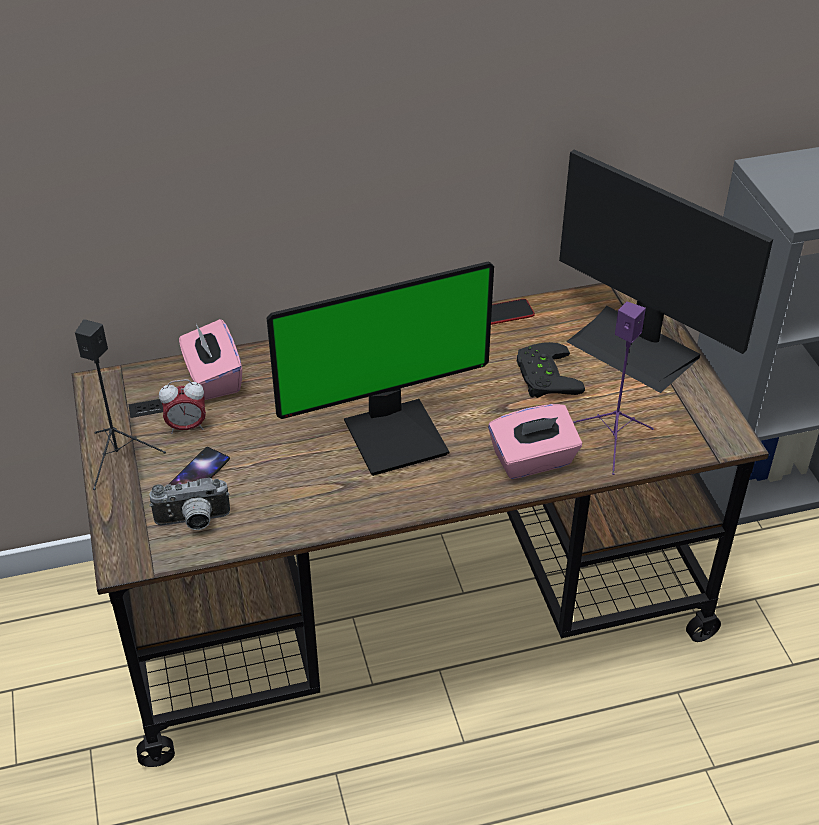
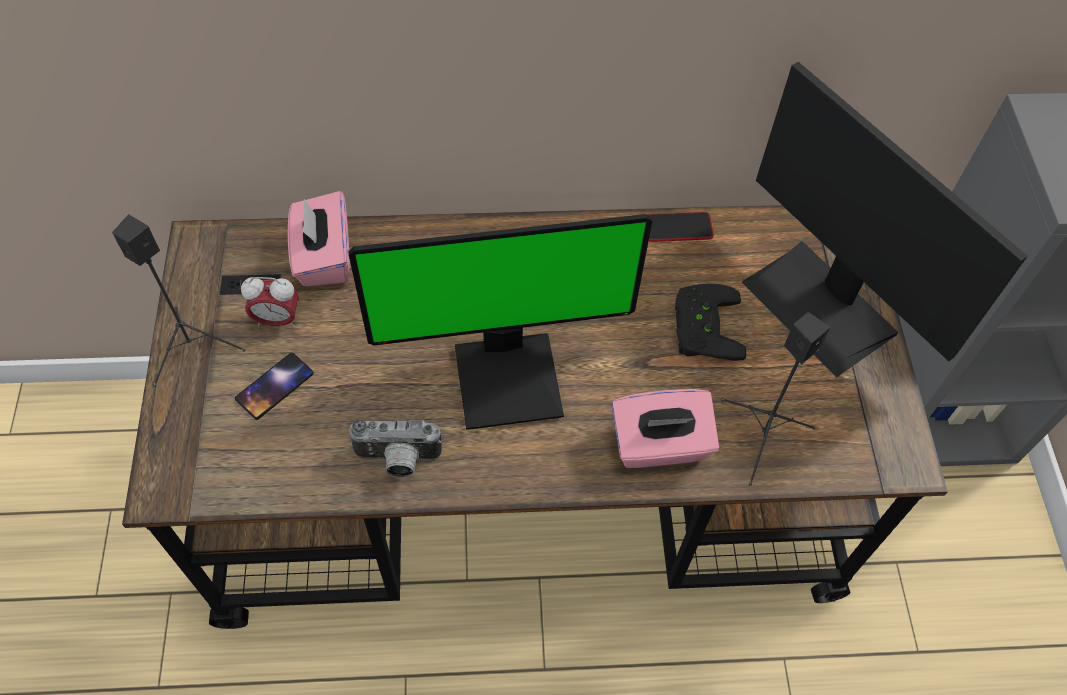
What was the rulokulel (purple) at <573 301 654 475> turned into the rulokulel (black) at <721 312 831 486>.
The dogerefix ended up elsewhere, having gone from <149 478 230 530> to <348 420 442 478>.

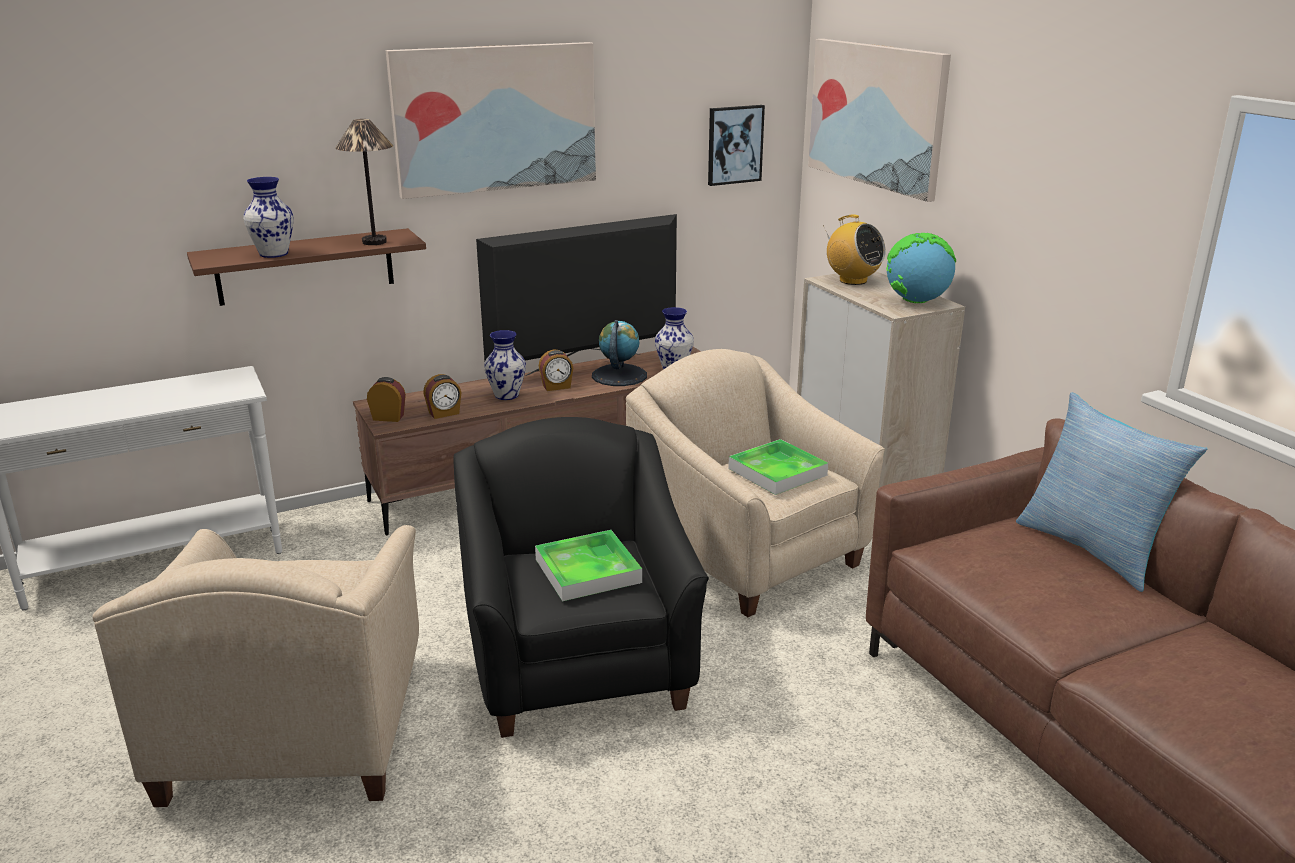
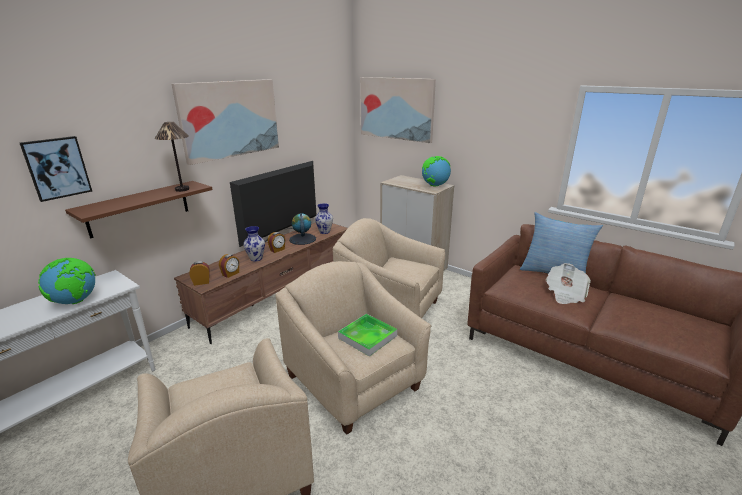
The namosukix ended up elsewhere, having gone from <708 105 765 186> to <20 136 92 202>.
The second view lost the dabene at <243 177 294 258>.
The second view lost the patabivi at <823 214 886 285>.
What was the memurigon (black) at <453 417 709 738> turned into the memurigon (beige) at <275 261 432 435>.
The second view lost the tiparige at <728 439 828 495>.
The second view gained the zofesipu at <38 258 96 304>.
The second view gained the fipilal at <546 263 591 304>.

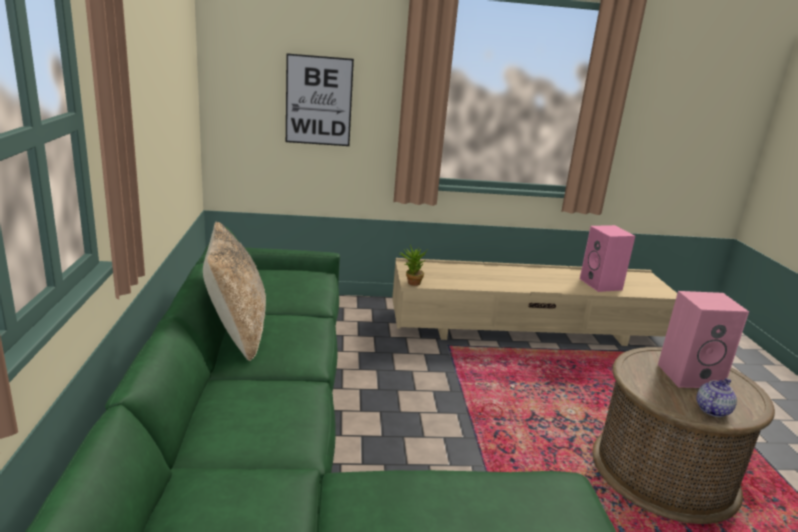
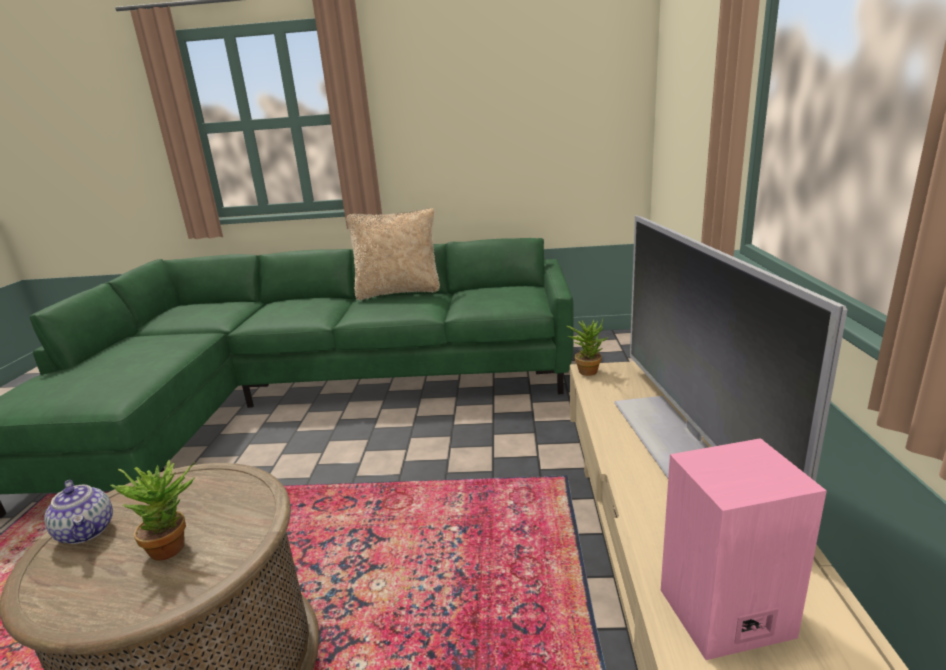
The second view lost the namosukix at <286 53 354 146>.
Where the rulokulel (pink) stood at <658 291 749 388>, the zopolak came to stand at <110 460 196 561>.
The second view gained the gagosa at <614 215 847 482>.

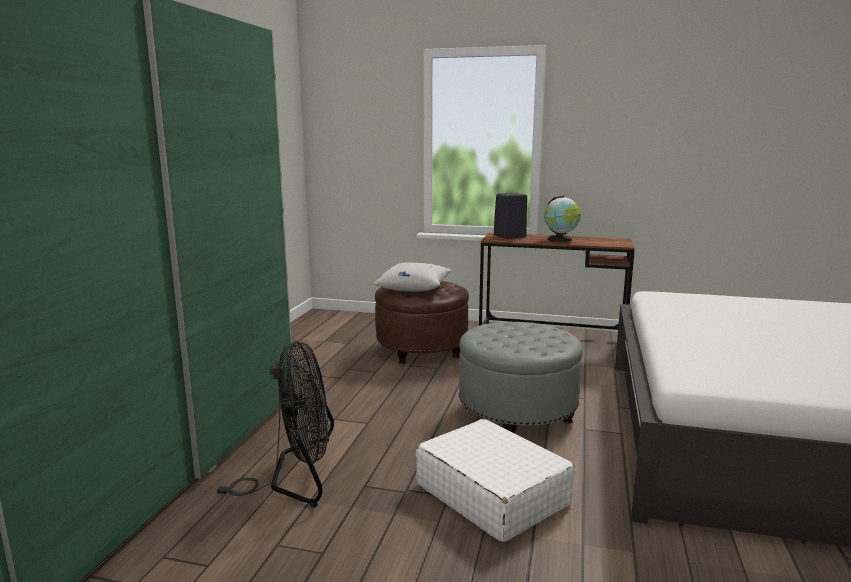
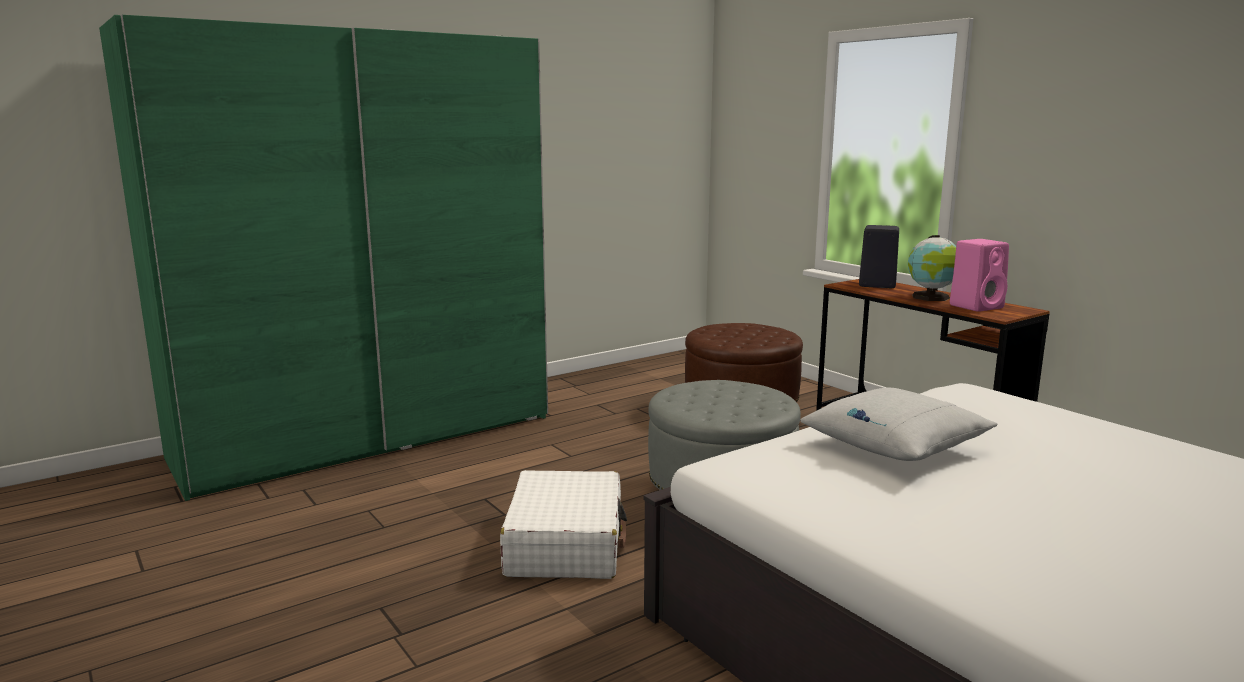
The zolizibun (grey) ended up elsewhere, having gone from <374 262 451 292> to <800 388 997 461>.
The second view lost the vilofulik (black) at <215 341 334 508>.
The second view gained the rulokulel (pink) at <950 239 1009 312>.

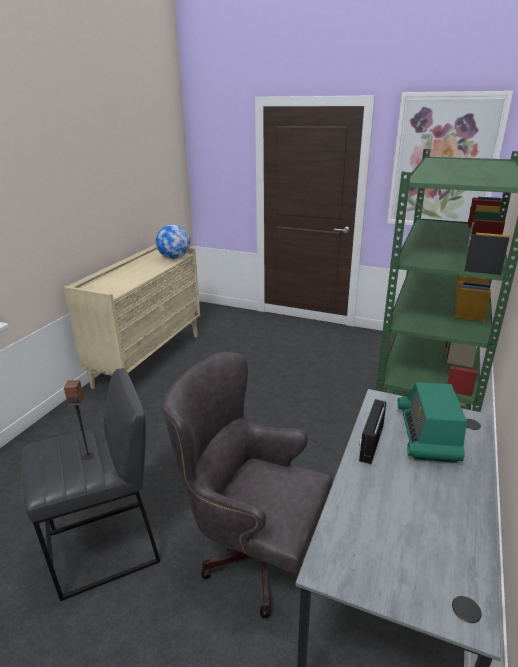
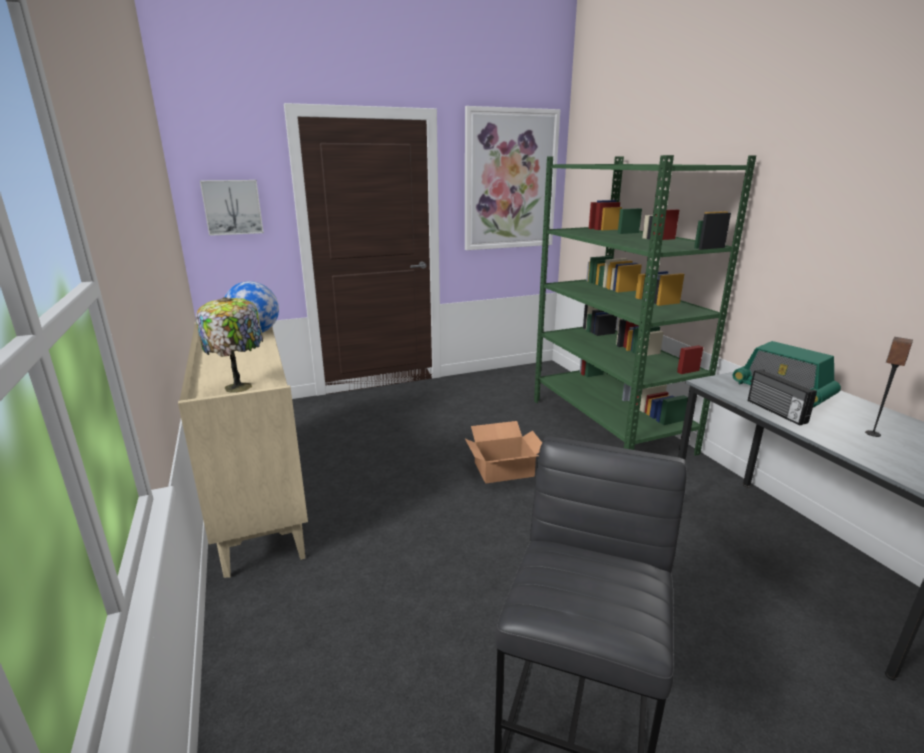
The second view lost the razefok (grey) at <162 352 333 619>.
The rulokulel ended up elsewhere, having gone from <64 380 94 460> to <865 337 913 437>.
The second view gained the namosukix at <200 180 264 236>.
The second view gained the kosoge at <196 297 263 393>.
The second view gained the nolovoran at <465 421 542 483>.

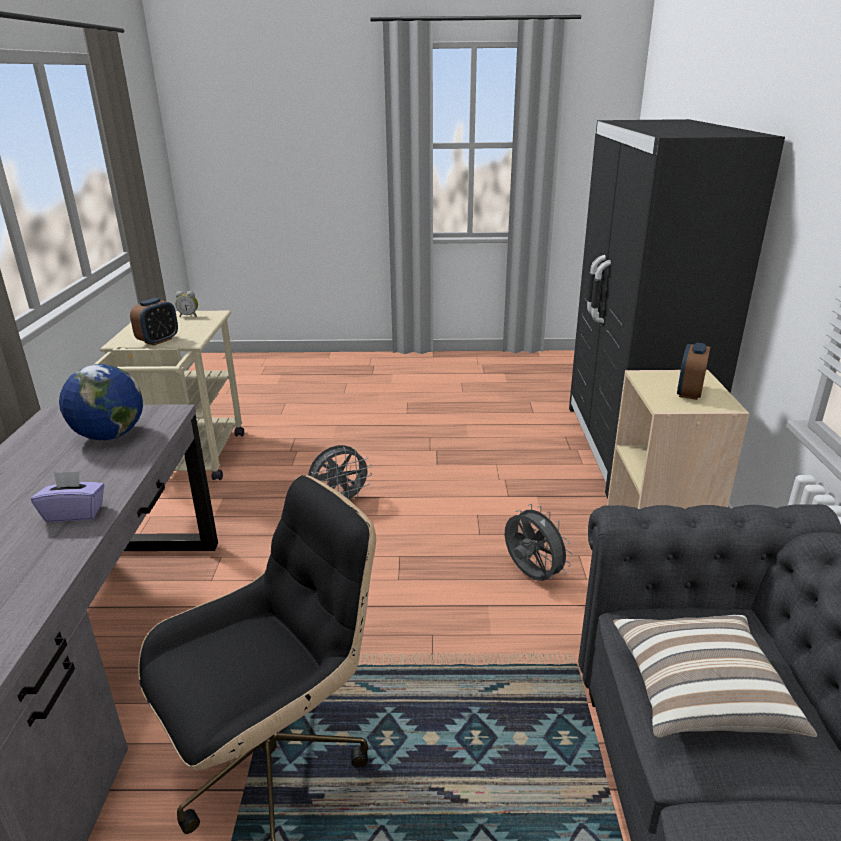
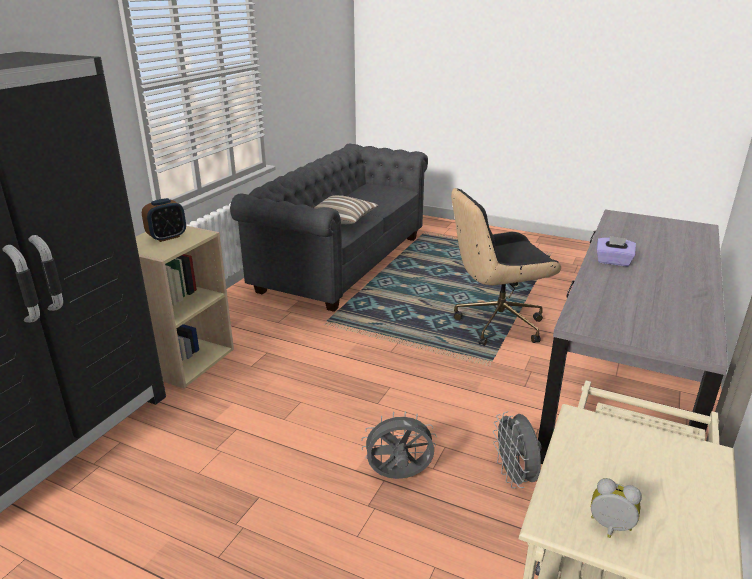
The second view lost the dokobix at <130 298 178 346>.
The second view lost the zofesipu at <59 364 143 440>.
The vilofulik (grey) ended up elsewhere, having gone from <505 504 572 581> to <493 411 541 488>.

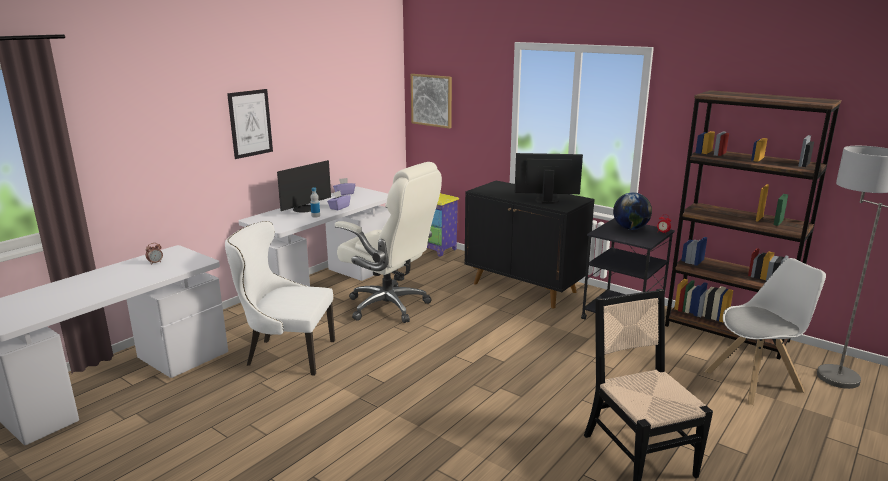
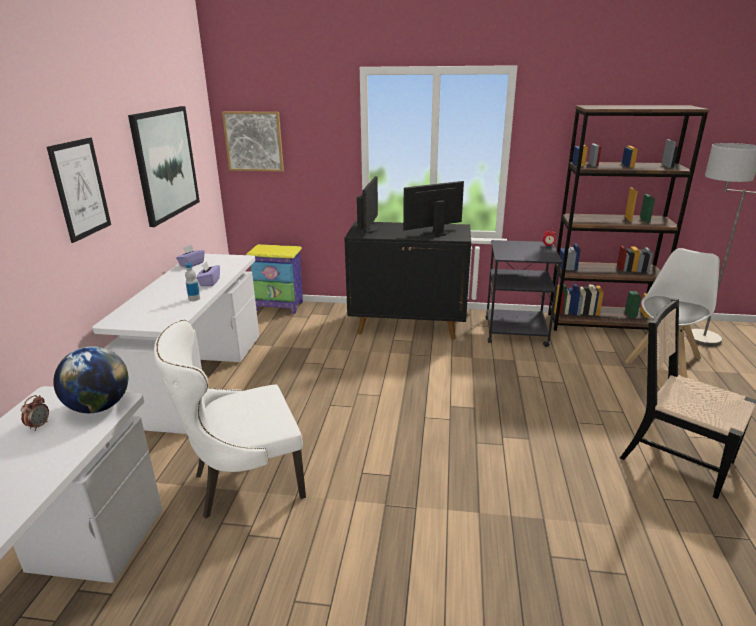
The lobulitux ended up elsewhere, having gone from <277 160 331 213> to <356 176 379 233>.
The second view lost the razefok (white) at <335 162 442 323>.
The zofesipu ended up elsewhere, having gone from <613 192 652 230> to <53 346 128 413>.
The second view gained the namosukix at <128 106 200 227>.

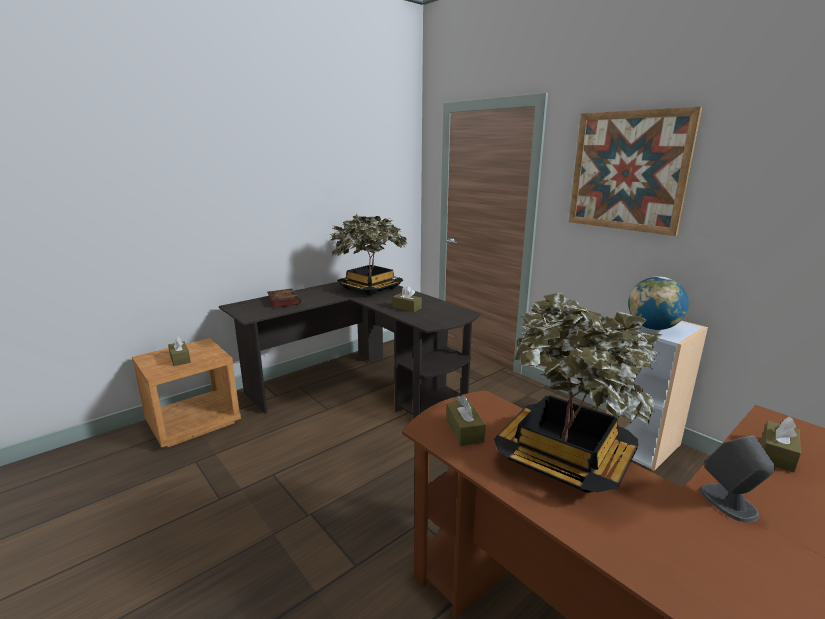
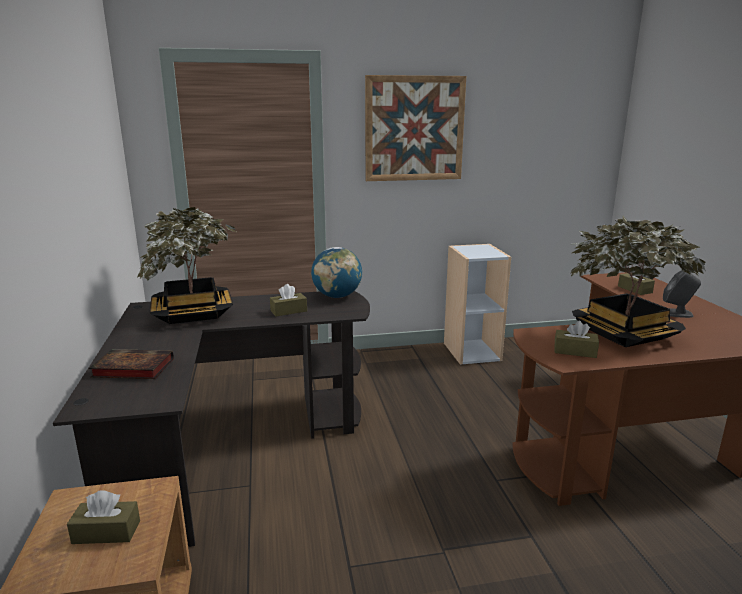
The zofesipu ended up elsewhere, having gone from <628 276 689 330> to <311 247 362 298>.

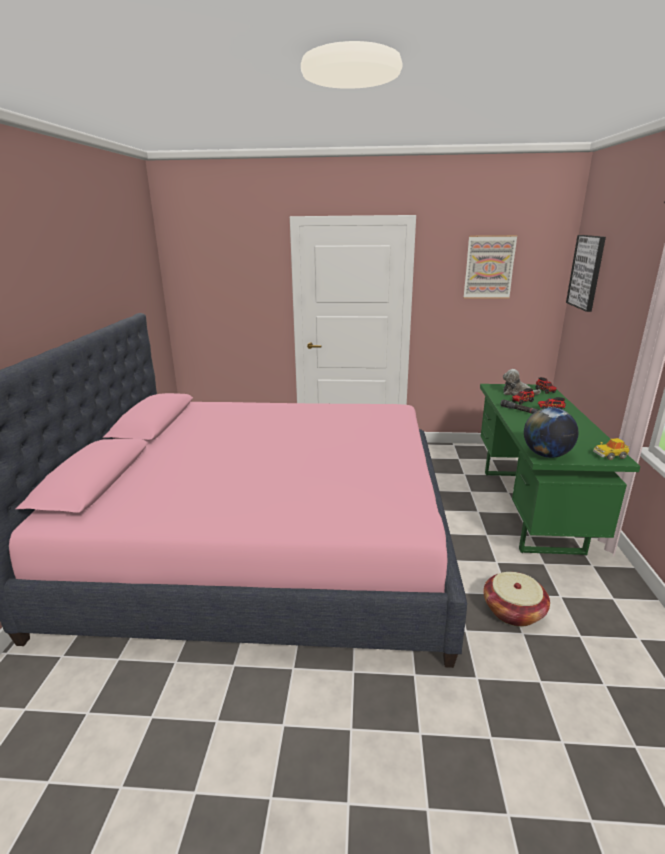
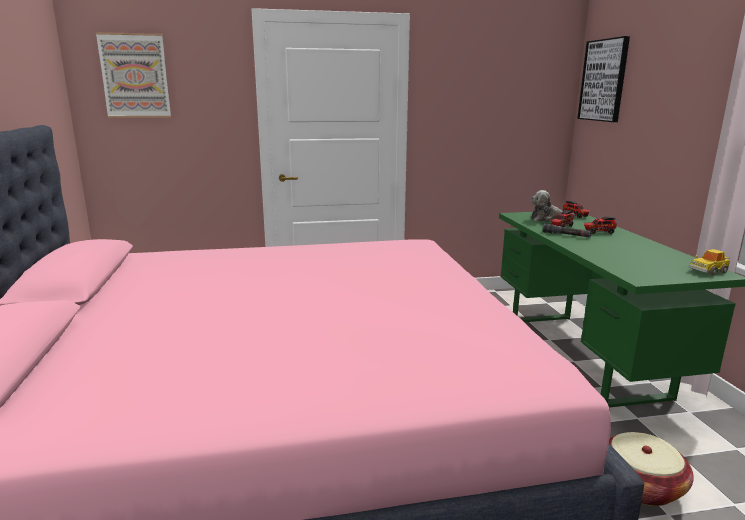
The namosukix ended up elsewhere, having gone from <463 235 518 299> to <96 32 171 118>.
The second view lost the zofesipu at <524 407 578 458>.

